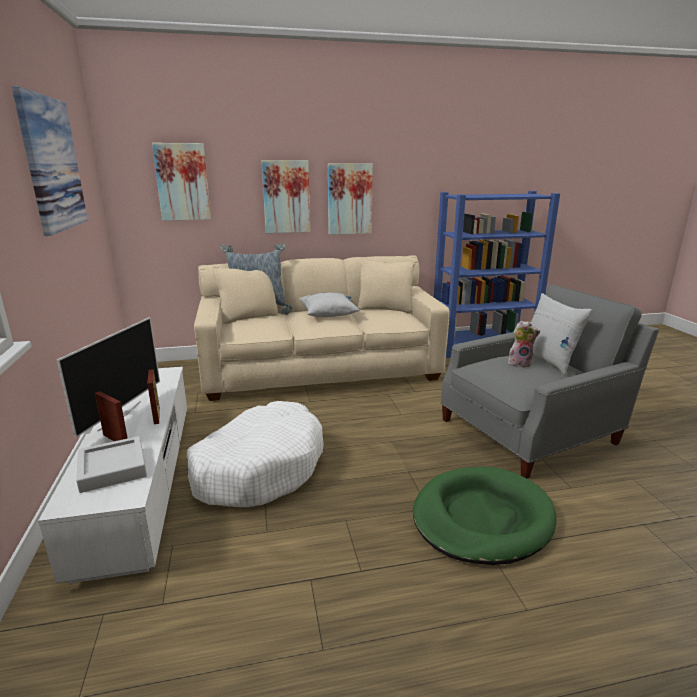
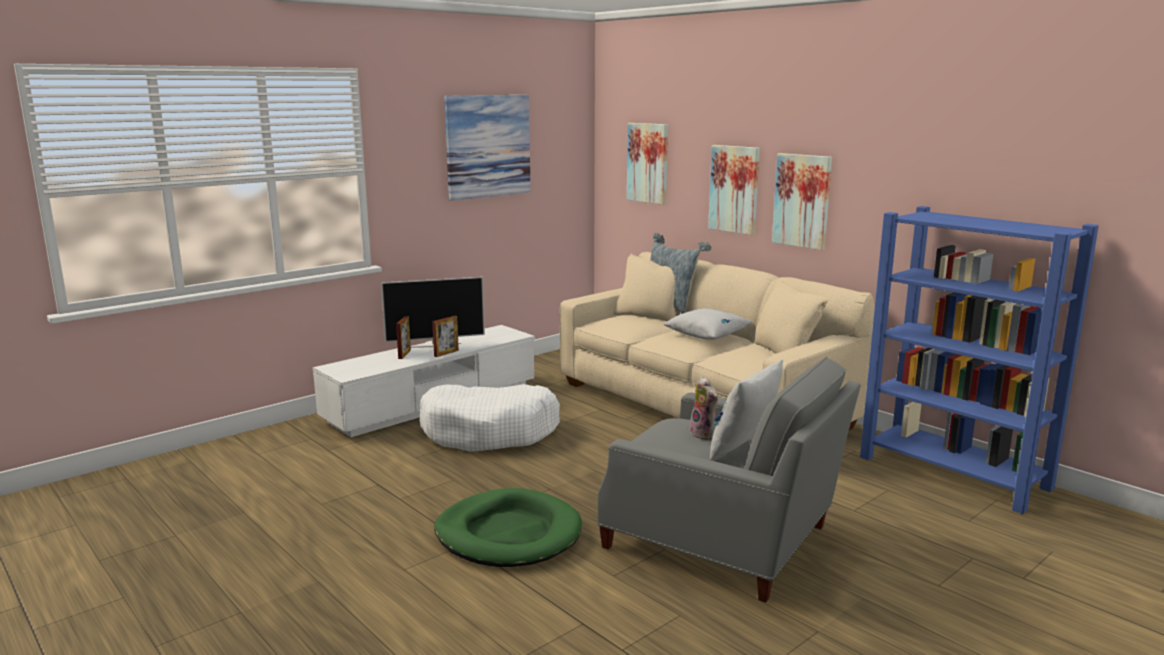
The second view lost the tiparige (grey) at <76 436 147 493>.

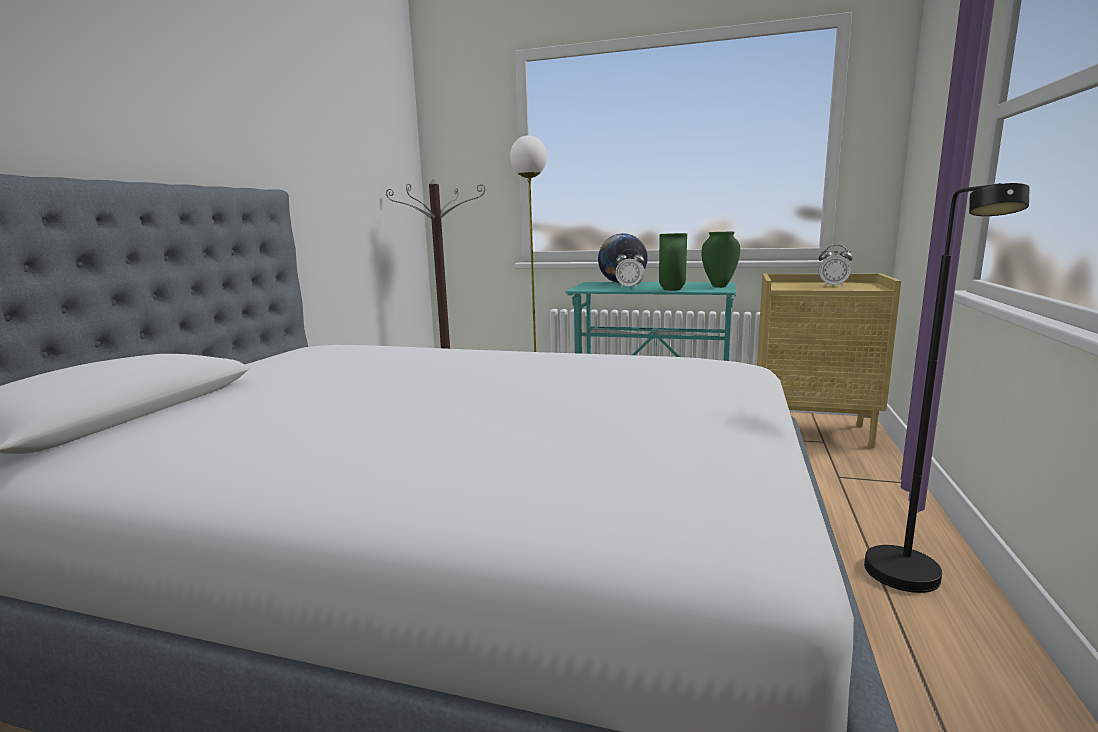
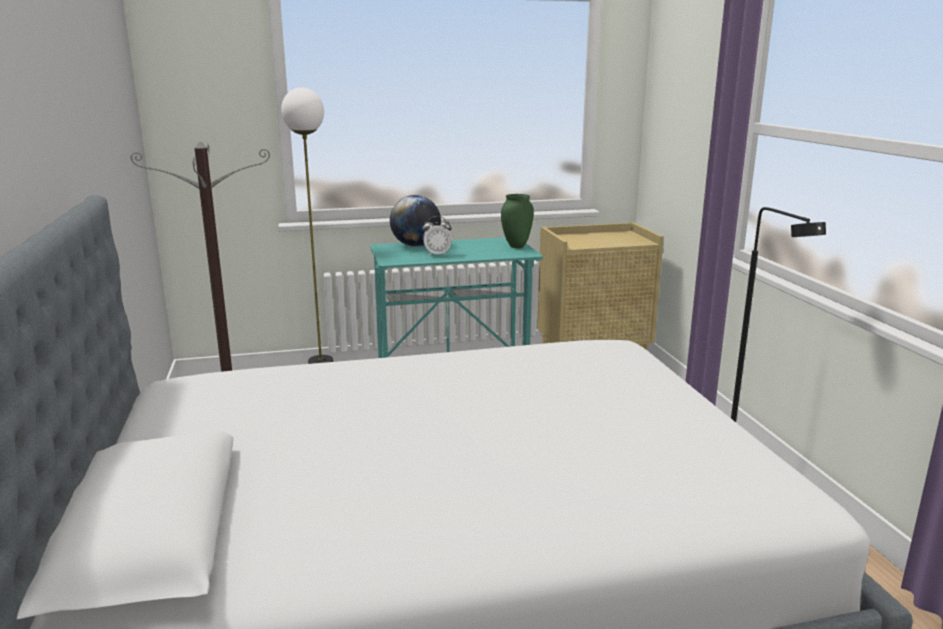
The second view lost the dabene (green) at <659 233 687 291>.
The second view lost the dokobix at <818 245 853 287>.

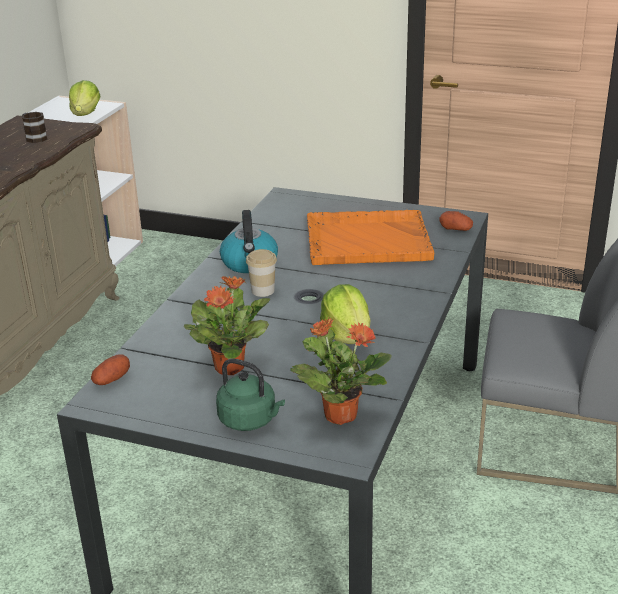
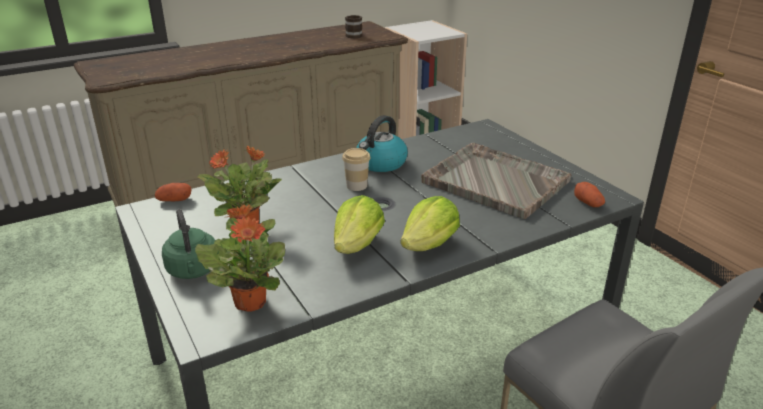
The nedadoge ended up elsewhere, having gone from <69 80 100 116> to <401 196 460 251>.
What was the tiparige (orange) at <307 210 434 265> turned into the tiparige (grey) at <421 143 572 219>.

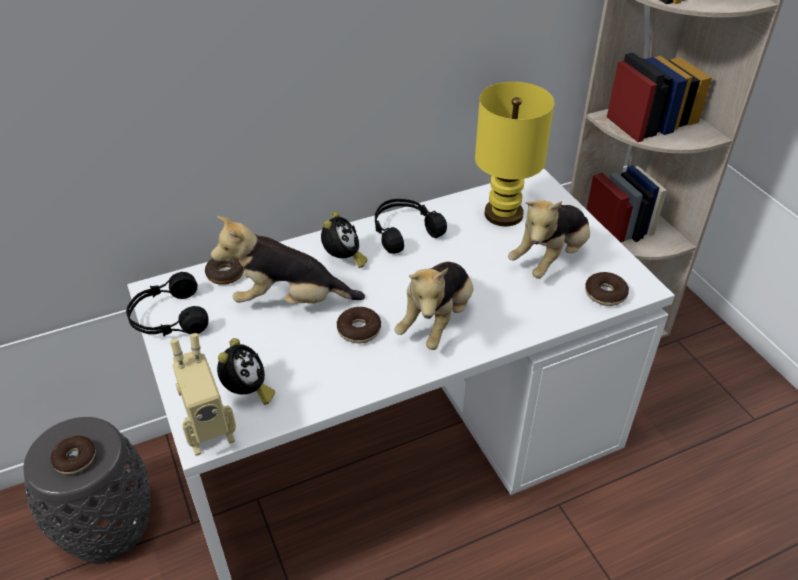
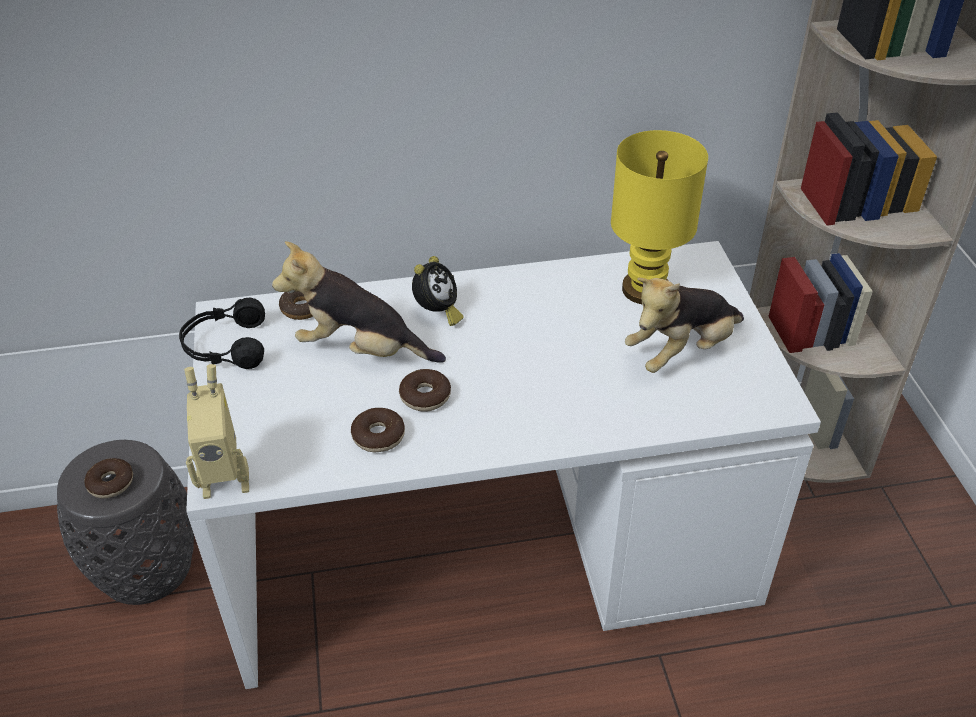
The second view lost the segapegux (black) at <375 199 447 254>.
The second view lost the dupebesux at <395 262 473 350>.
The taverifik ended up elsewhere, having gone from <585 272 629 306> to <351 408 405 452>.
The second view lost the dokobix at <217 338 275 405>.

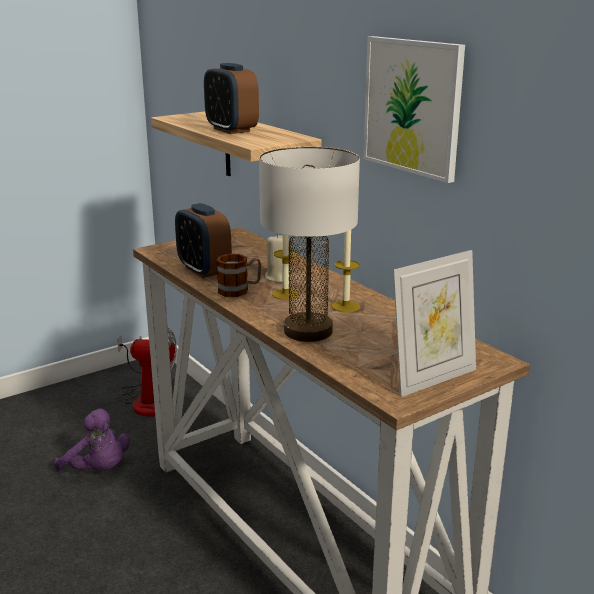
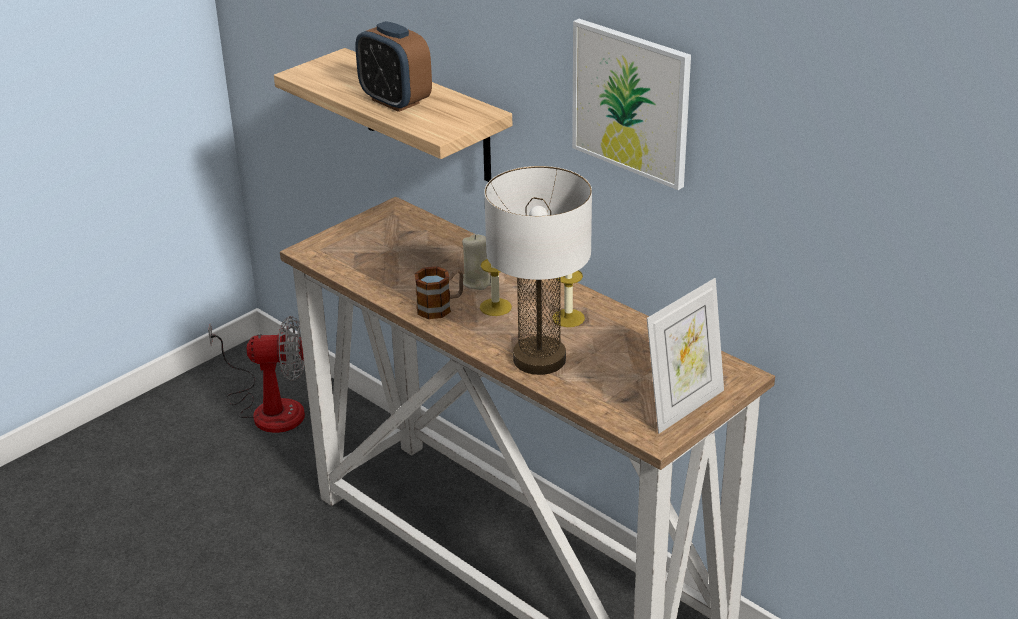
The second view lost the dokobix at <175 203 232 278>.
The second view lost the dupebesux (purple) at <54 409 130 471>.

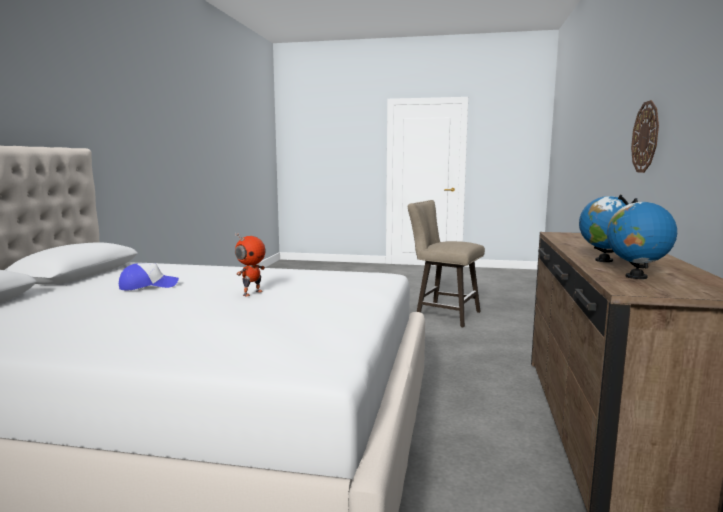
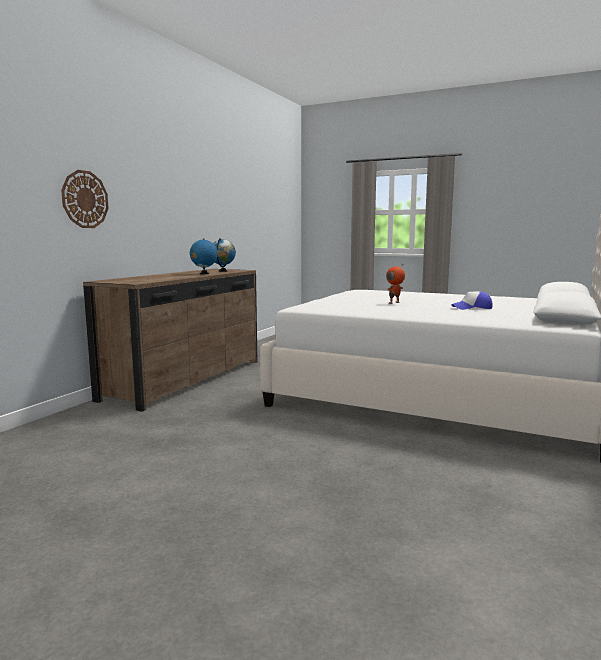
The second view lost the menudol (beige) at <408 200 485 327>.

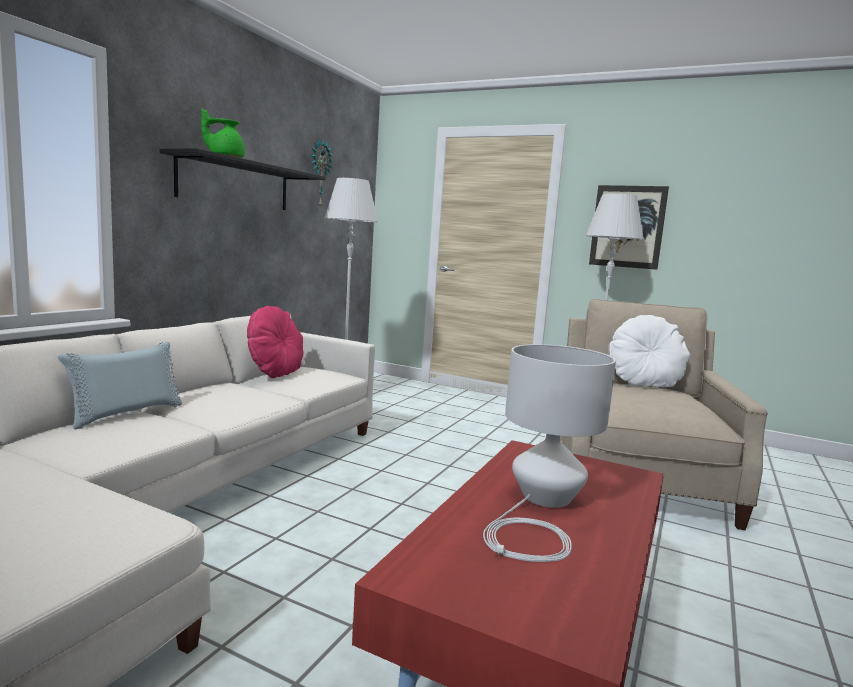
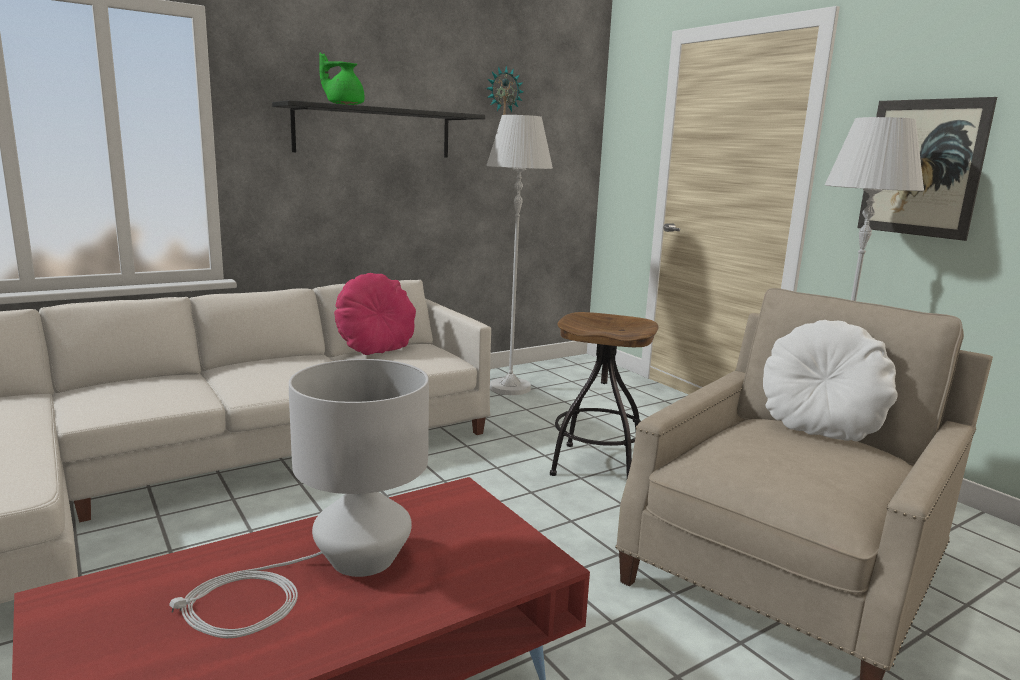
The second view lost the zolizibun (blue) at <58 342 182 429>.
The second view gained the menudol (brown) at <550 312 659 478>.

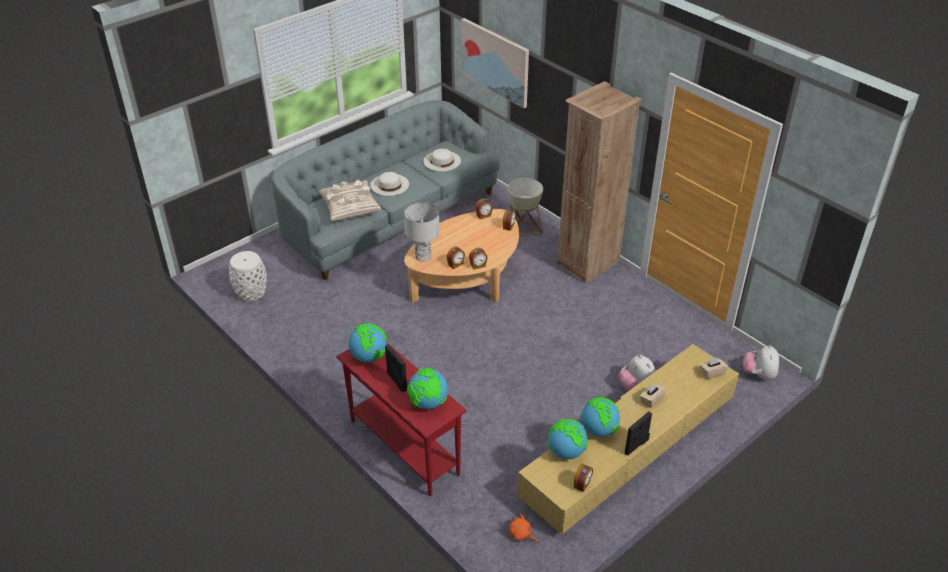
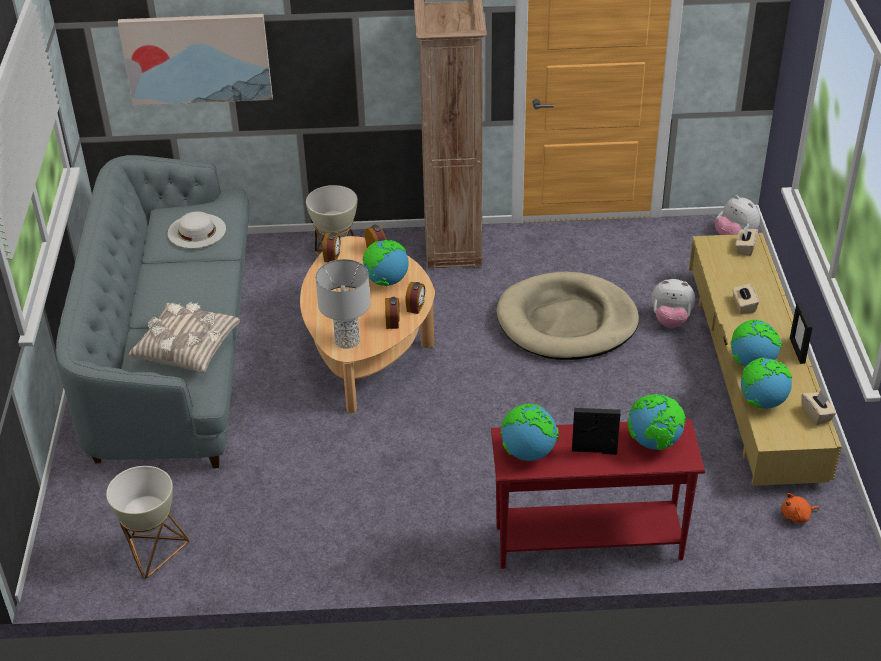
The second view lost the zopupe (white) at <370 172 409 196>.
Where the menudol (white) stood at <229 251 267 301>, the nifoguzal came to stand at <106 466 189 579>.
Where the dokobix stood at <574 464 593 492>, the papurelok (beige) came to stand at <801 390 836 425>.
The second view gained the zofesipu at <362 240 409 286>.
The second view gained the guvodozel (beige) at <496 272 639 360>.

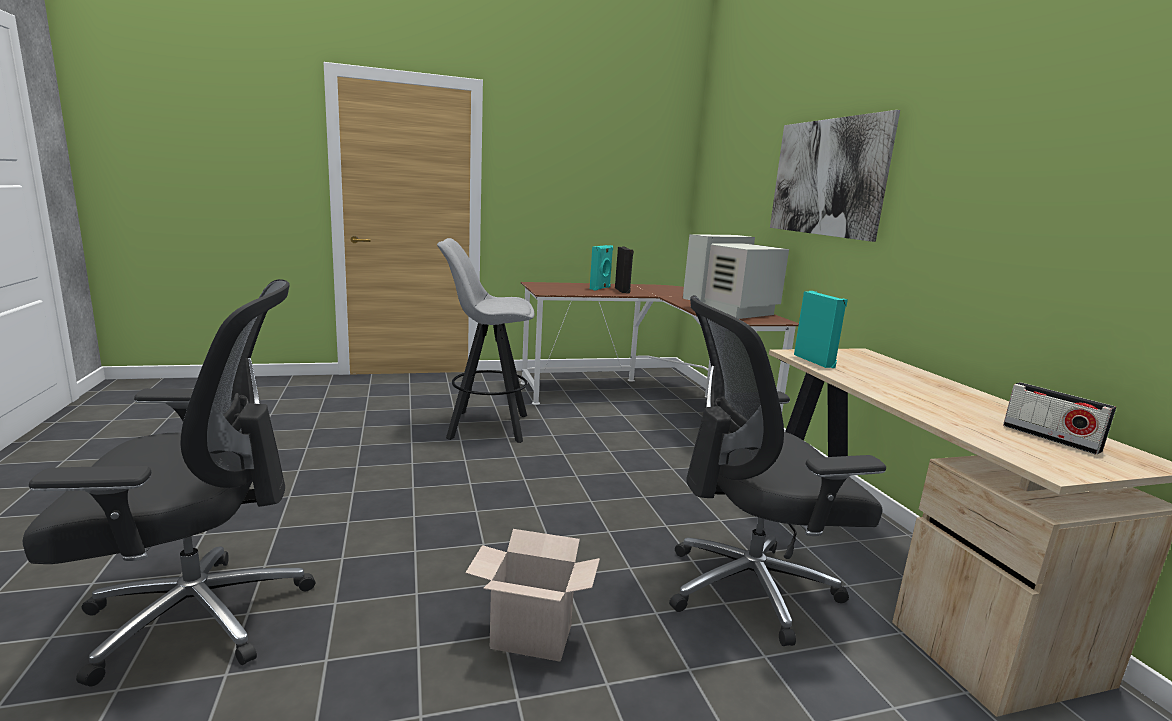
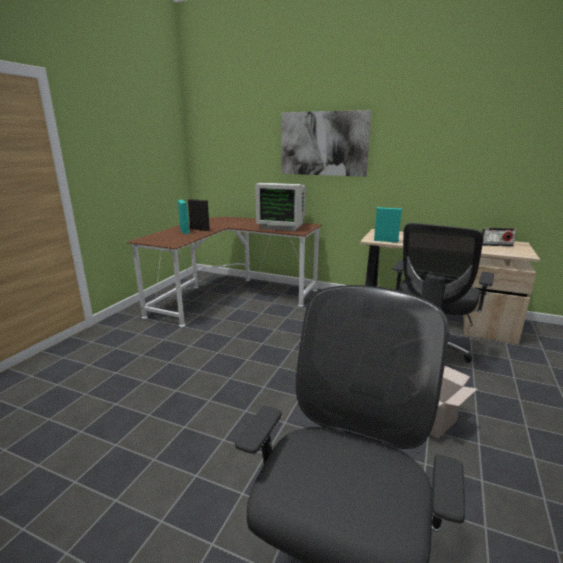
The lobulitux at <683 234 789 319> ended up facing another way, 75 degrees counterclockwise from before.
The second view lost the menudol (grey) at <437 238 534 443>.

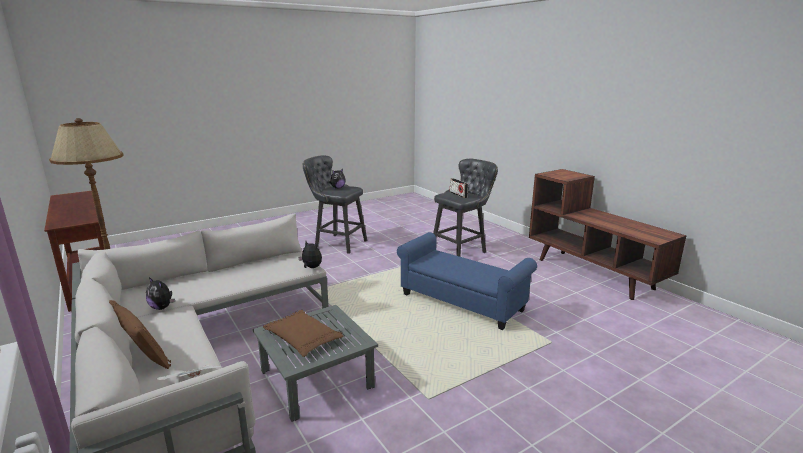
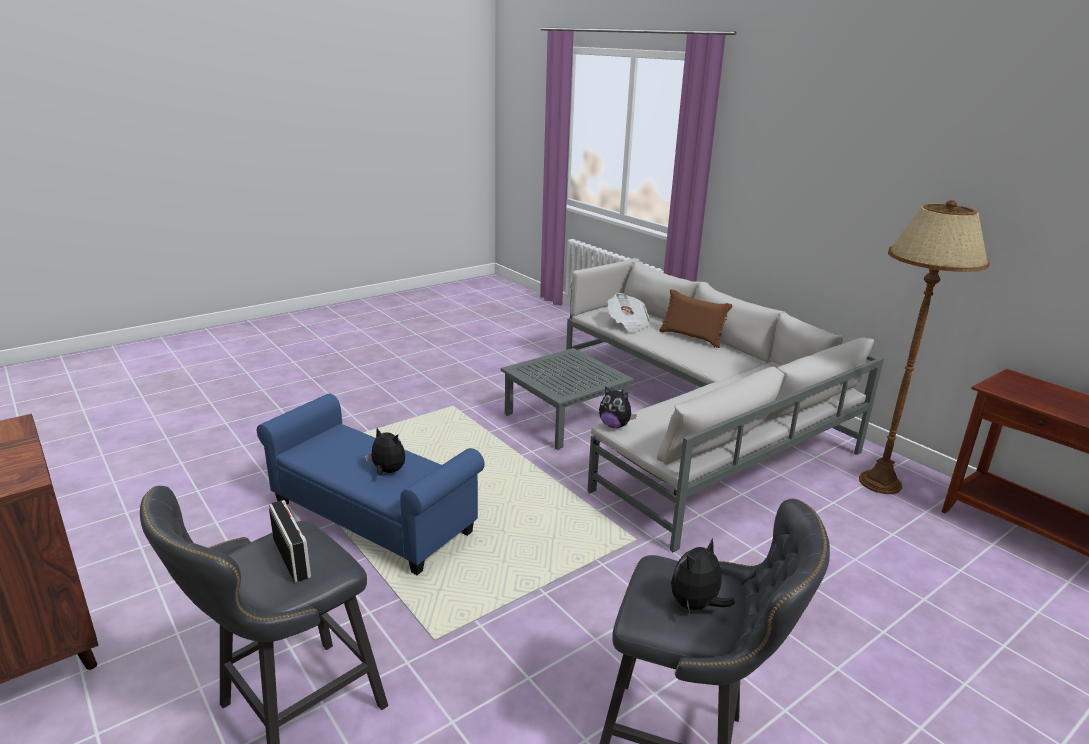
The dupebesux ended up elsewhere, having gone from <146 277 175 310> to <365 428 405 476>.
The second view lost the zolizibun (brown) at <263 310 344 357>.

